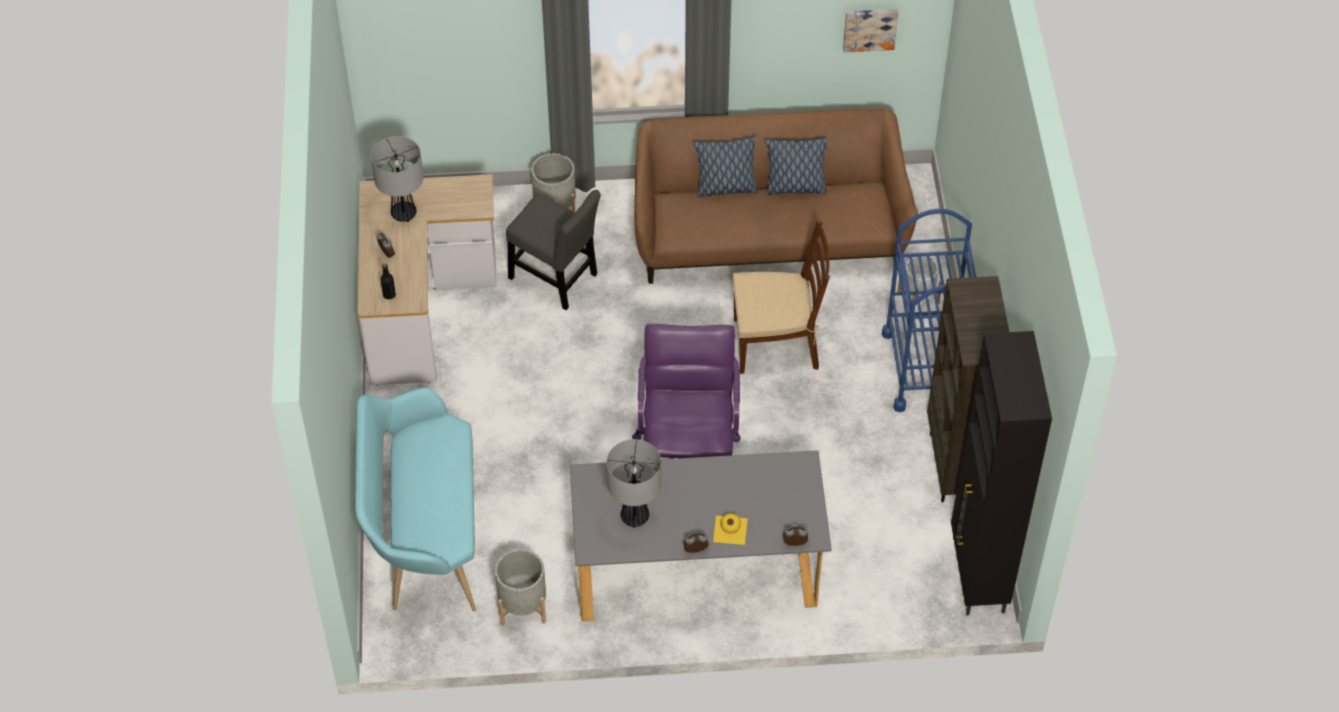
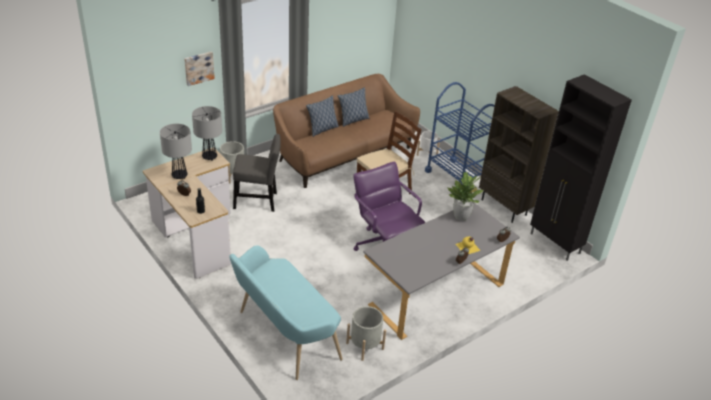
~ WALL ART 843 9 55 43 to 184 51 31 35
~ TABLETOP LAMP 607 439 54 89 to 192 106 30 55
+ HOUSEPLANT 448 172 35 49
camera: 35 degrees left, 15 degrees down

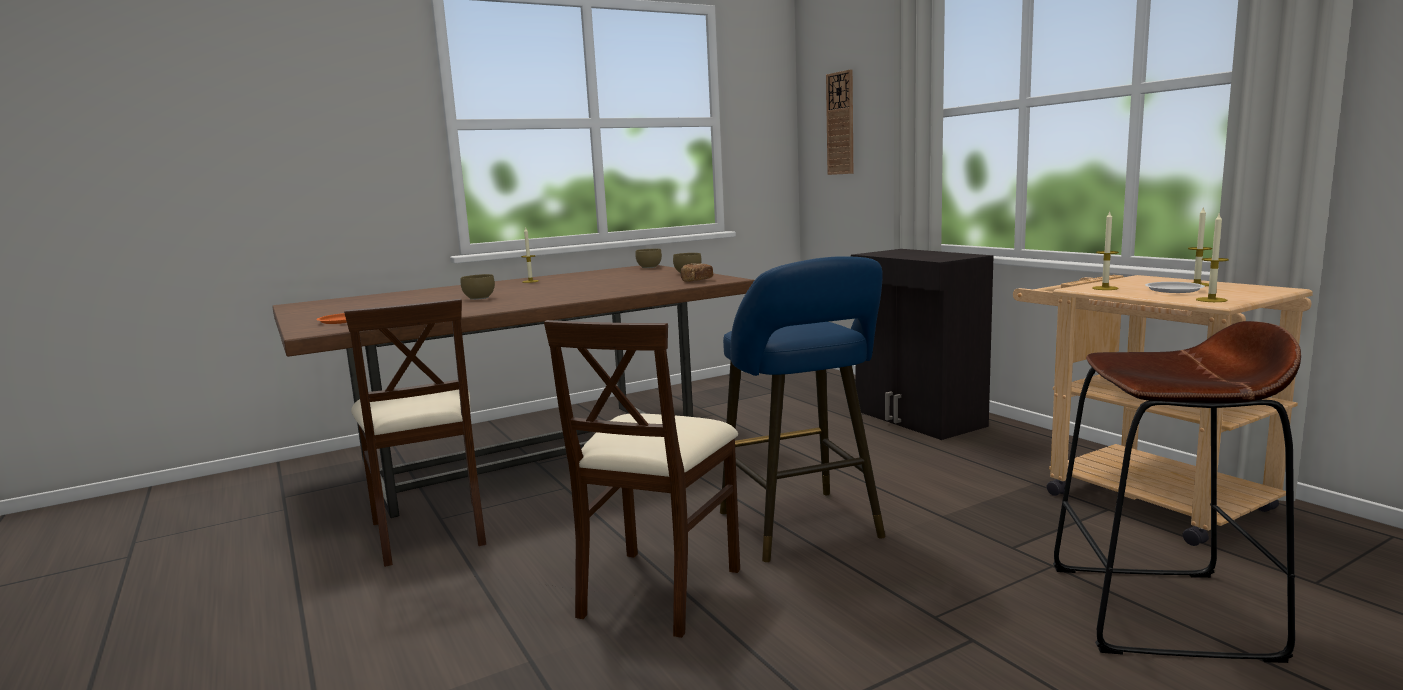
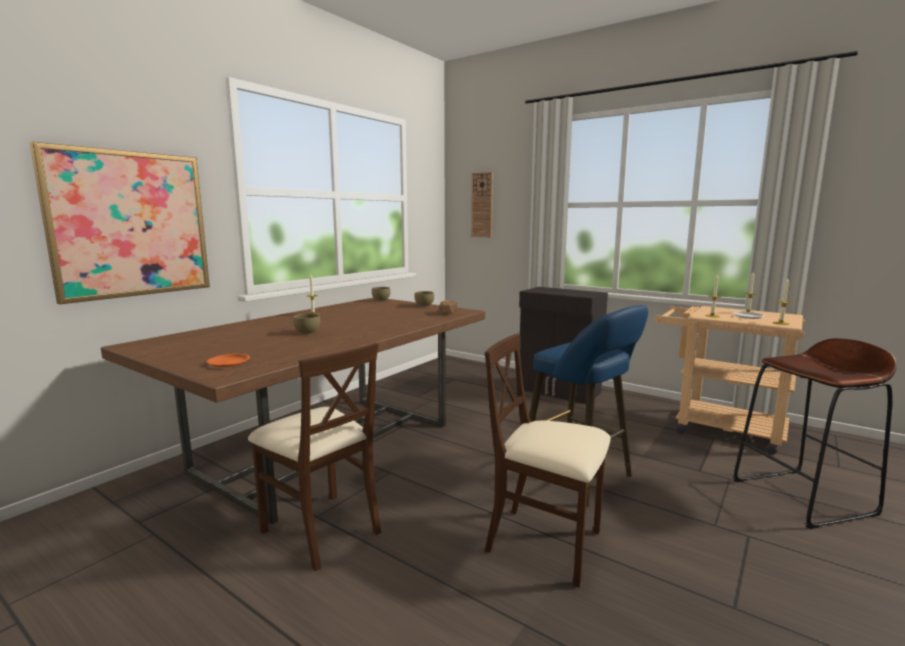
+ WALL ART 30 142 180 162
~ SAND-COLOURED UPRIGHT CHAIR 544 320 196 318 = 485 333 126 255 120 degrees clockwise
camera: 25 degrees left, 0 degrees up

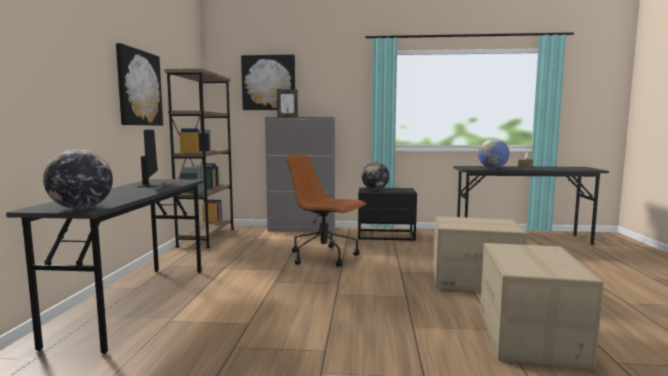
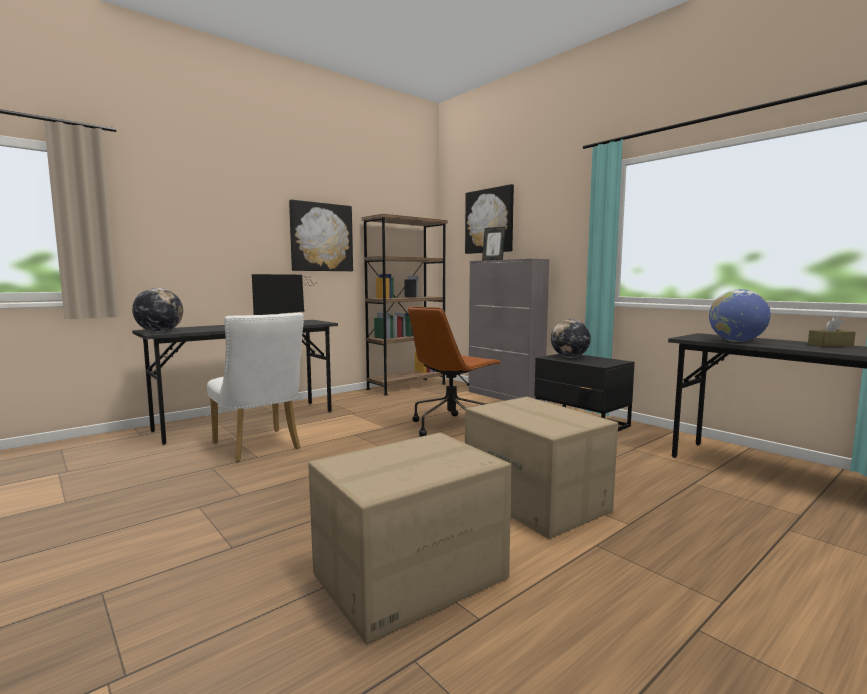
+ WHITE-COLOURED UPRIGHT CHAIR 207 313 97 149
~ BROWN DESK CHAIR 286 154 80 113 = 408 306 93 131 120 degrees counterclockwise
camera: 45 degrees right, 0 degrees up

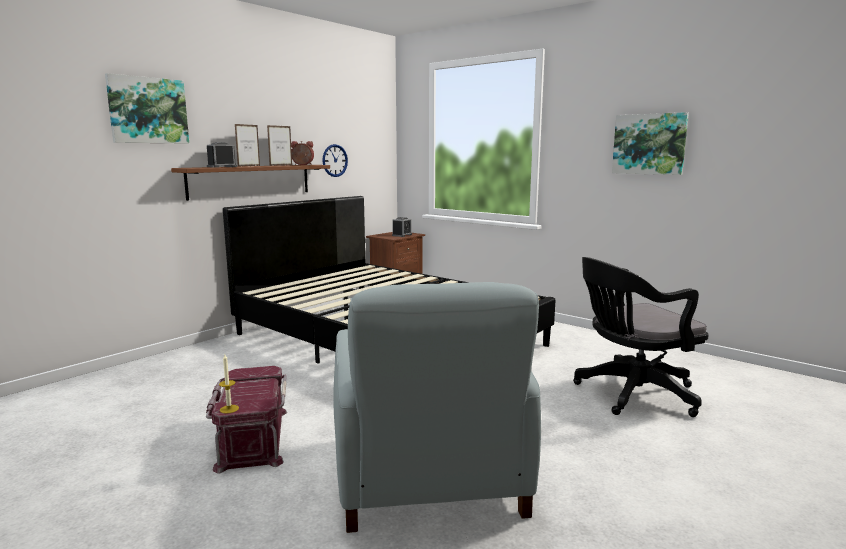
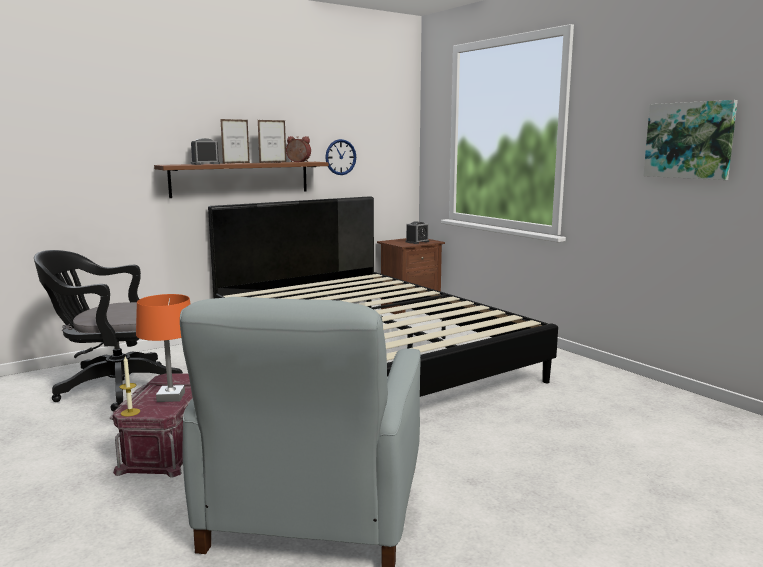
~ BLACK DESK CHAIR 573 257 136 160 to 34 250 149 162
+ ORANGE-COLOURED TABLETOP LAMP 136 294 55 108
- WALL ART 105 73 84 70
camera: 15 degrees right, 0 degrees up

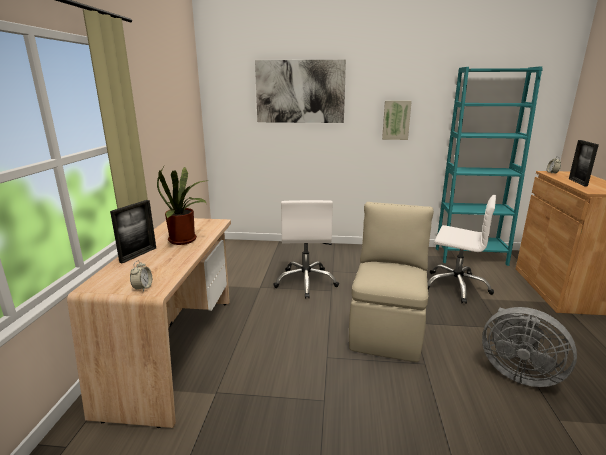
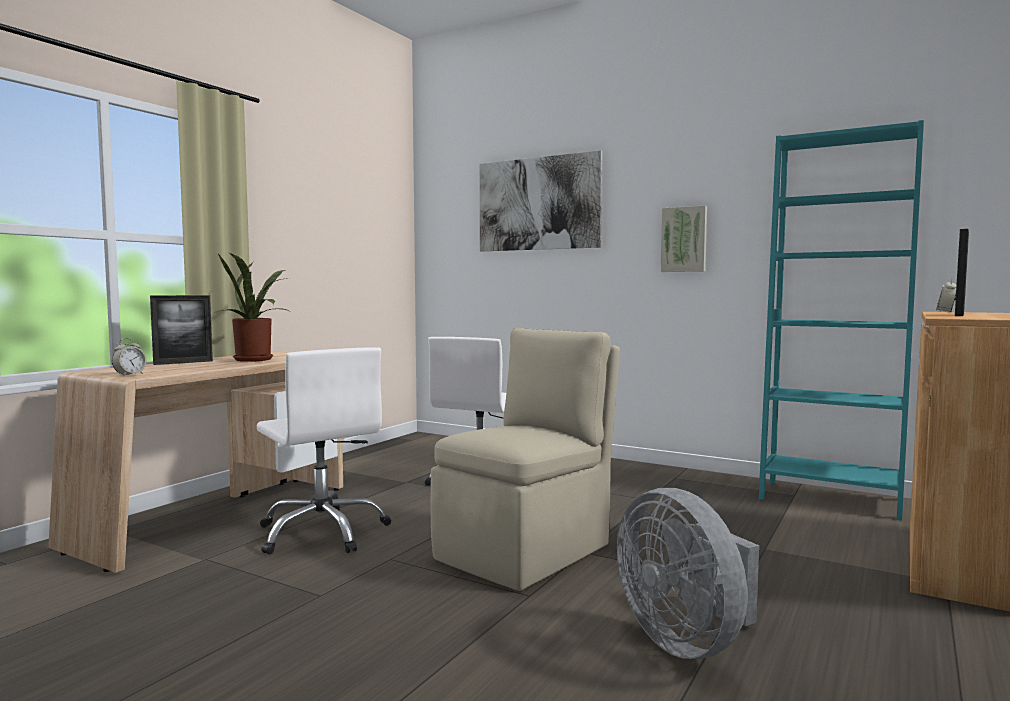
~ WHITE-COLOURED DESK CHAIR 427 195 69 109 to 257 347 134 207
camera: 25 degrees right, 15 degrees down

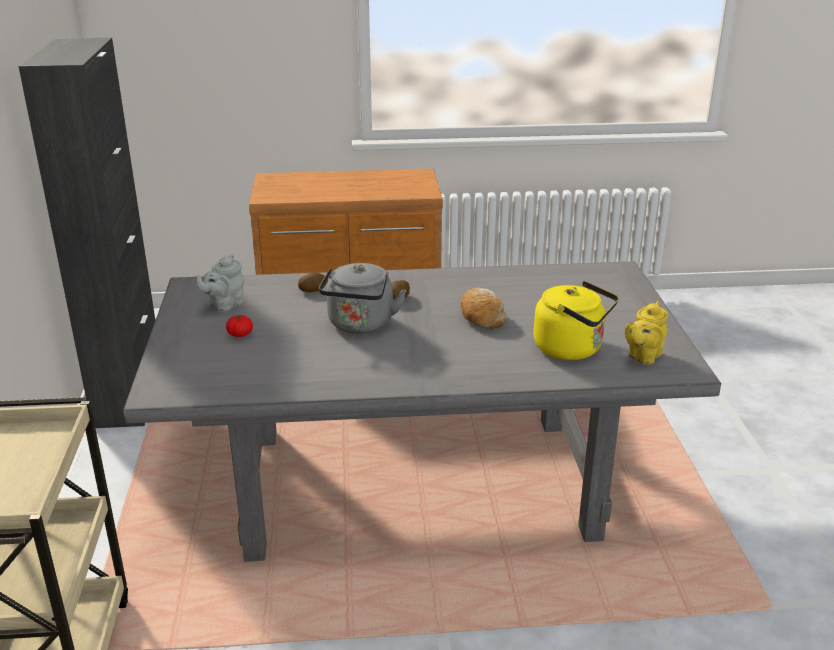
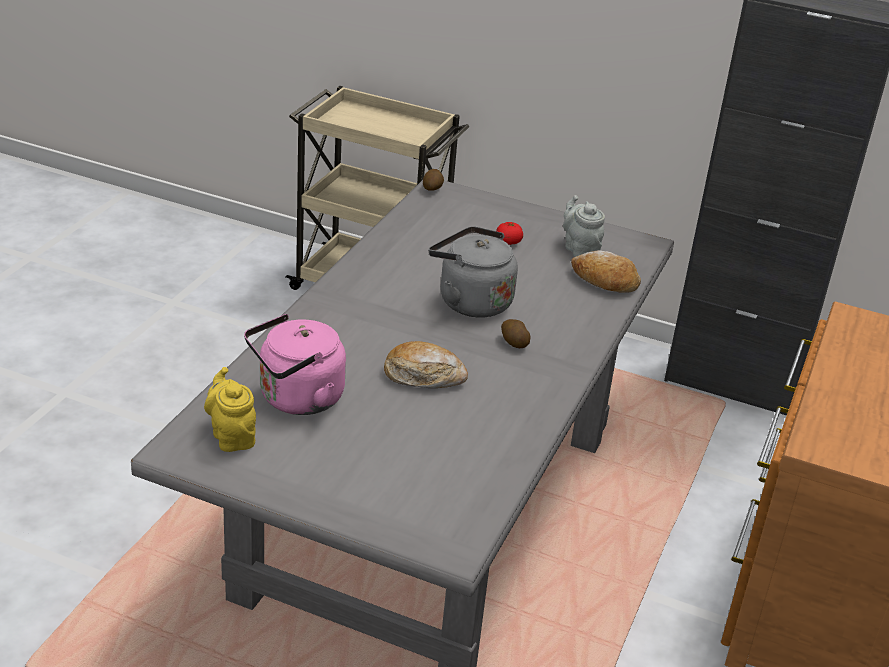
~ YELLOWISH KETTLE 534 281 85 79 to PINKISH KETTLE 244 314 102 101
~ POTATO 298 272 30 20 to 423 169 21 22
+ BREAD 571 250 70 42
camera: 115 degrees right, 5 degrees up

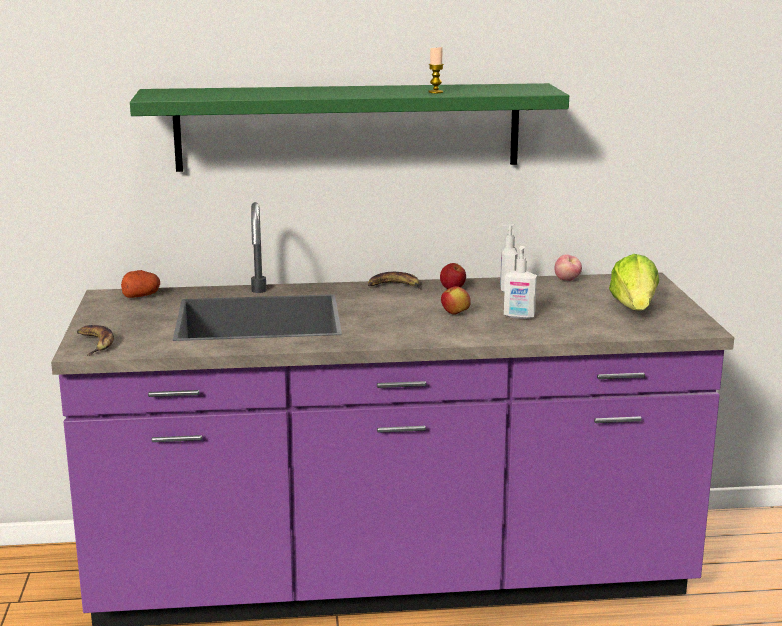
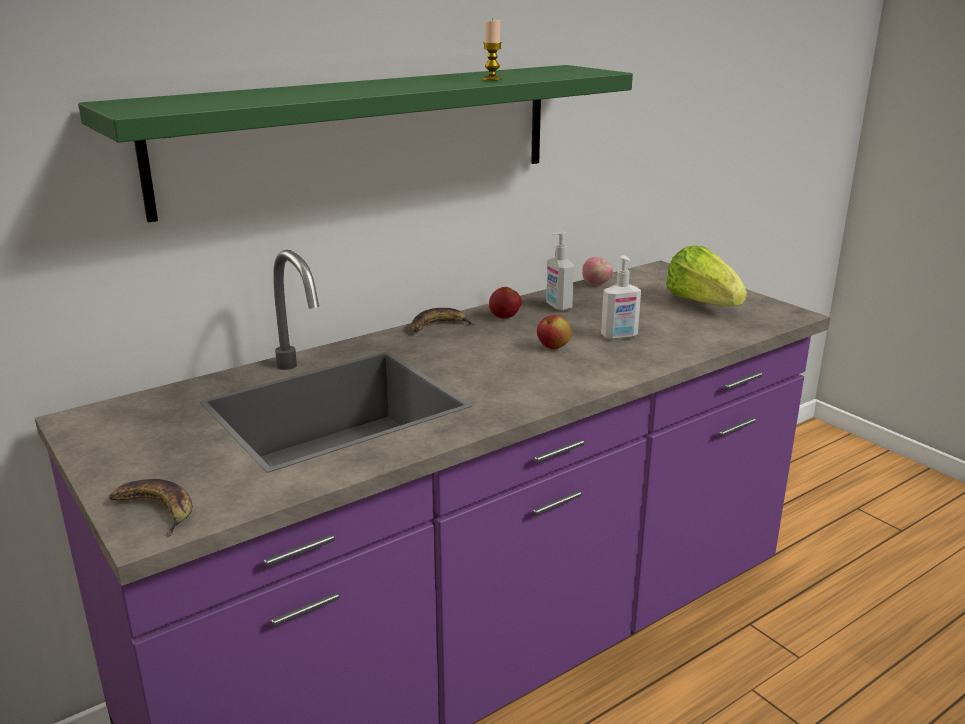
- POTATO 121 270 39 28
camera: 30 degrees left, 5 degrees up

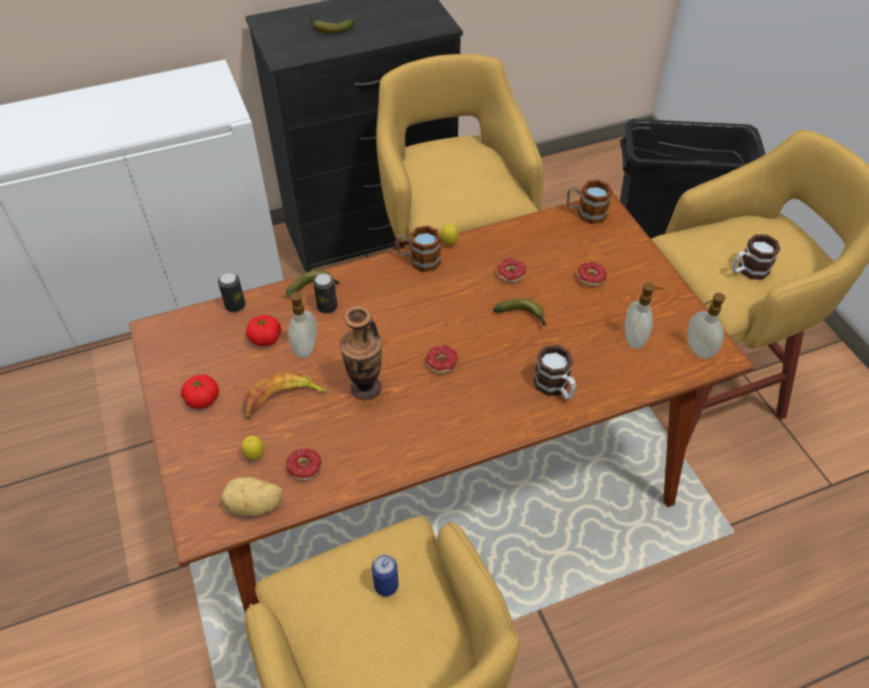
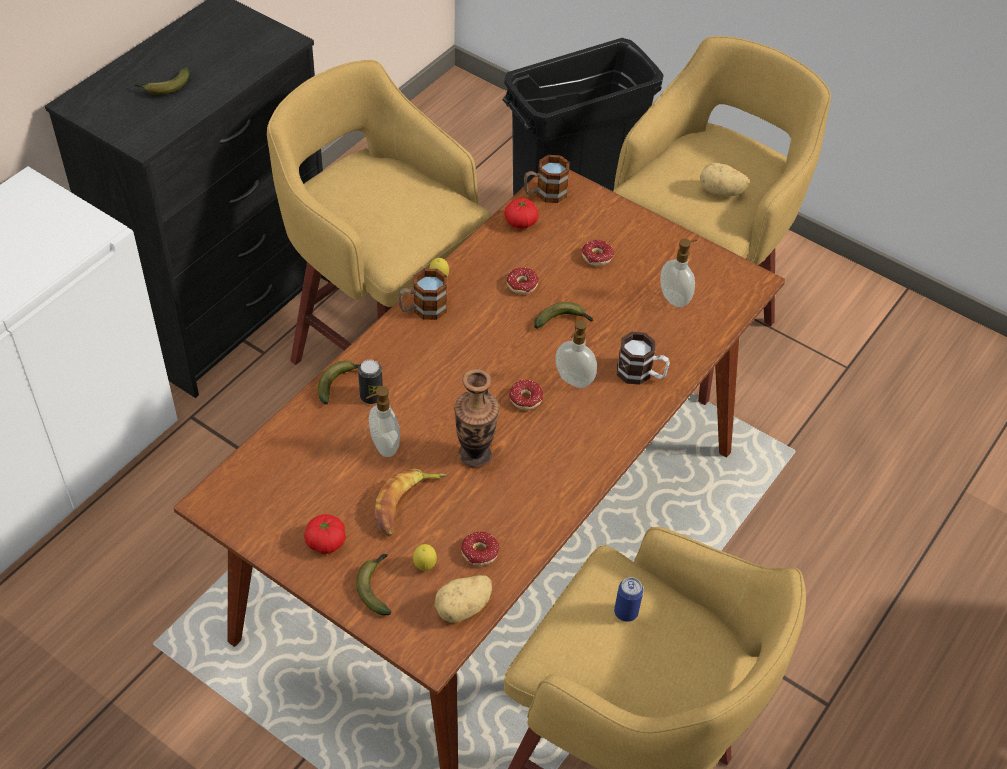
+ BANANA 356 554 35 61
~ WHOLE TOMATO 246 315 35 31 to 505 198 34 31
~ LIQUID SOAP BOTTLE 687 293 39 66 to 555 320 42 68
~ COFFEE MUG 732 234 48 46 to POTATO 700 163 49 33
- SEALED CAN 218 272 27 40
camera: 35 degrees left, 0 degrees up

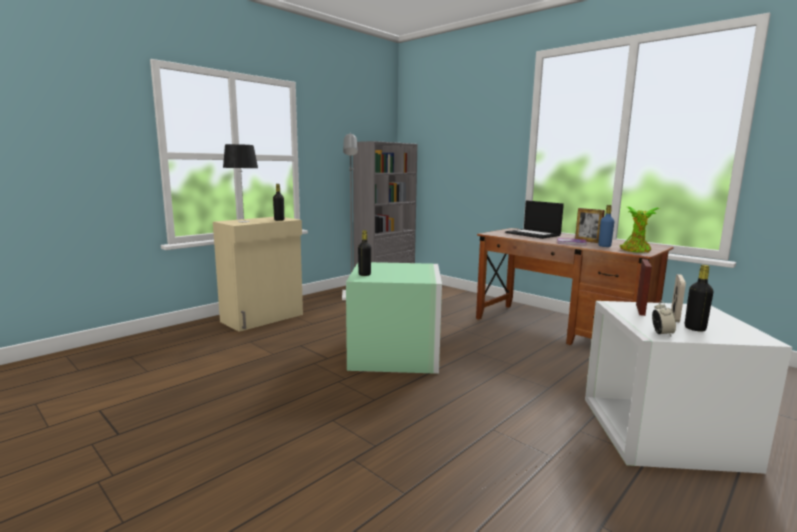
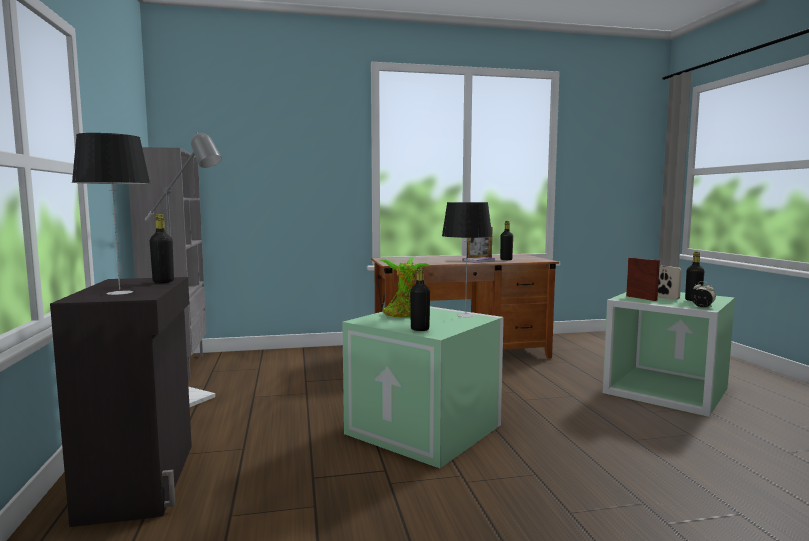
~ SAND-COLOURED CABINET 213 217 90 115 to BLACK CABINET 50 277 142 250
~ HOUSEPLANT 620 207 40 46 to 381 257 49 60
+ TABLETOP LAMP 442 202 50 115
~ BLUE DRINK BOTTLE 598 205 16 42 to BLACK DRINK BOTTLE 500 221 13 39
~ WHITE-COLOURED STORAGE BOX 585 301 207 173 to GREENISH STORAGE BOX 603 292 132 125
- PORTABLE COMPUTER 505 201 59 38
camera: 55 degrees left, 5 degrees down

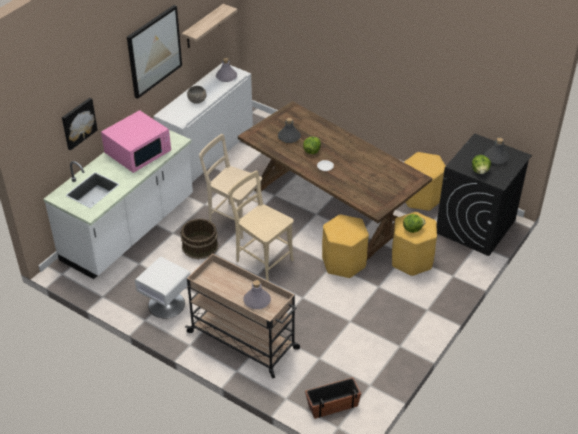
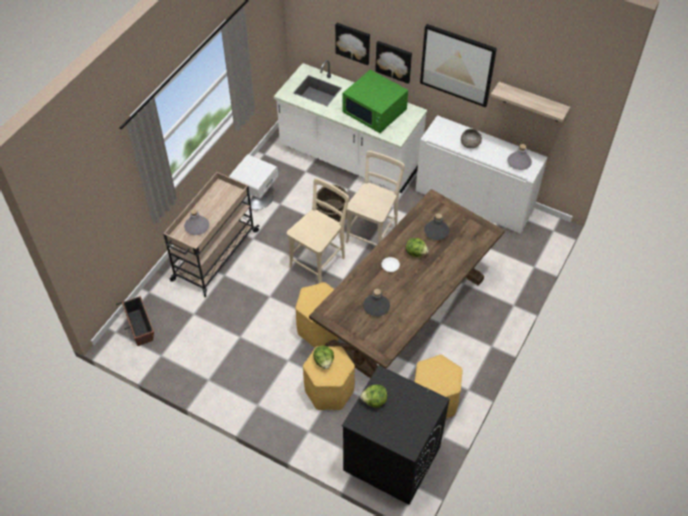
~ PINKISH KITCHEN MICROWAVE 101 110 70 63 to GREENISH KITCHEN MICROWAVE 342 70 66 63
~ GRAY DRINK BOTTLE 484 138 25 26 to 363 289 27 27
+ WALL ART 375 41 37 43
camera: 85 degrees right, 10 degrees up

